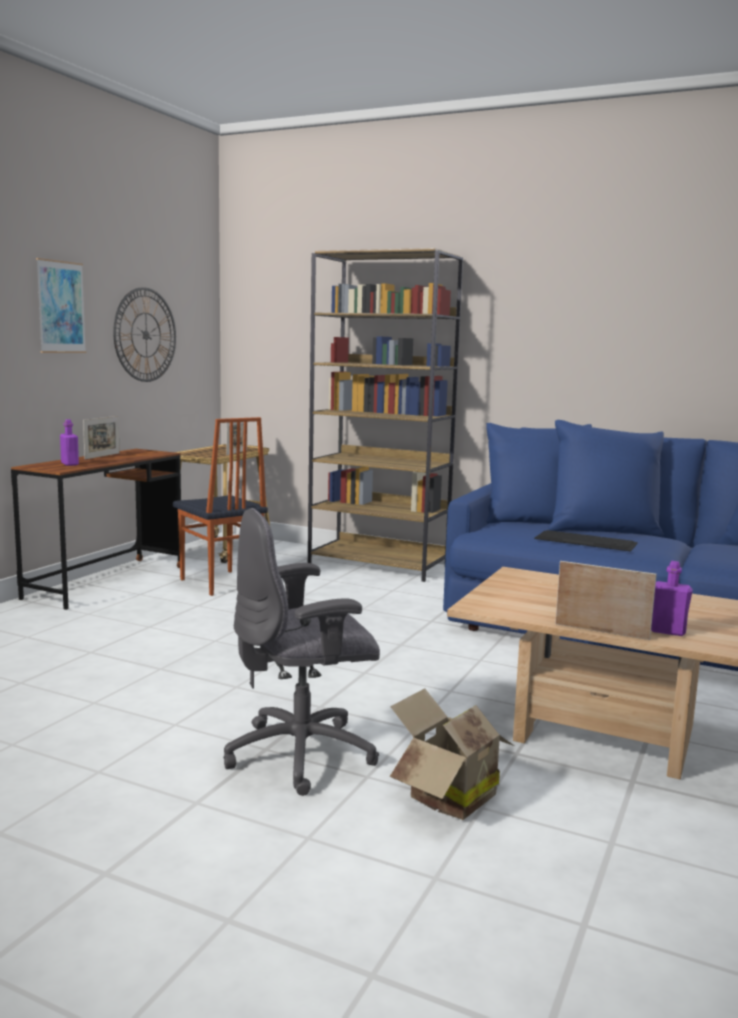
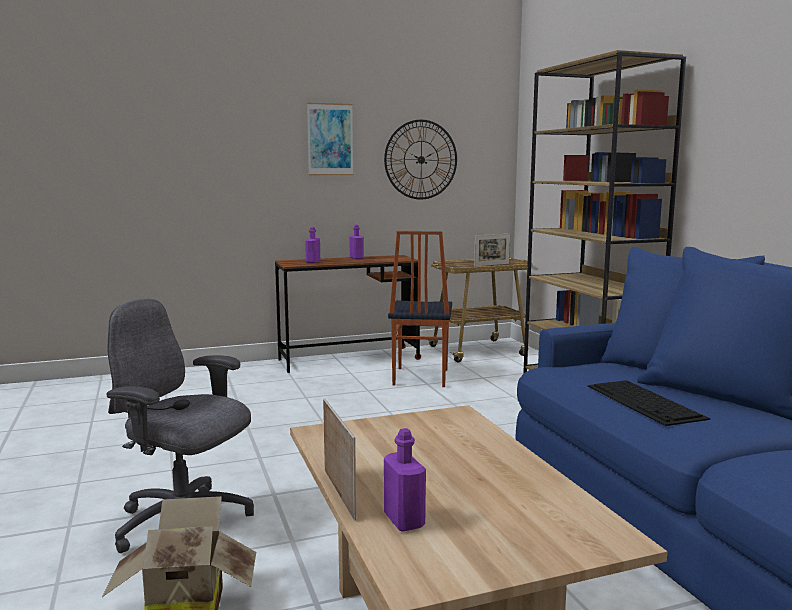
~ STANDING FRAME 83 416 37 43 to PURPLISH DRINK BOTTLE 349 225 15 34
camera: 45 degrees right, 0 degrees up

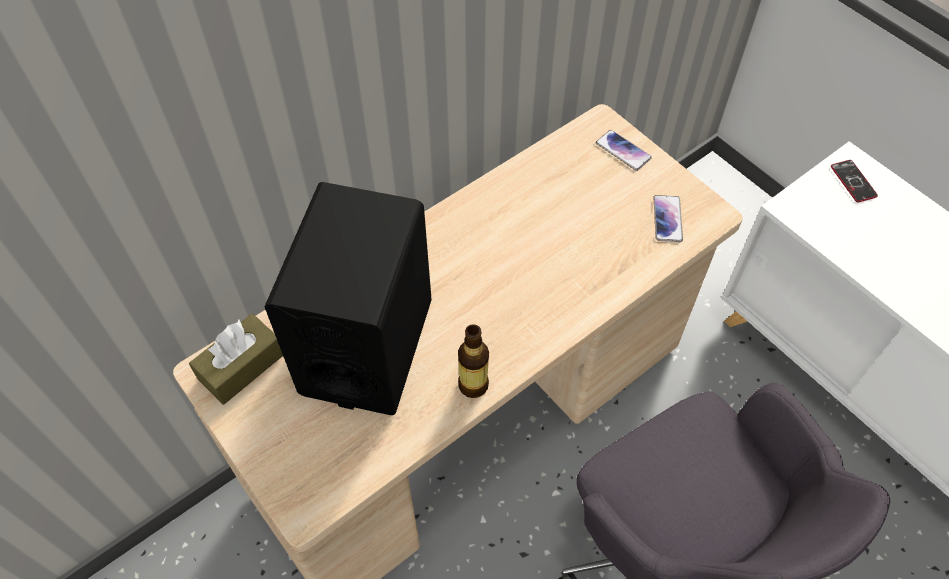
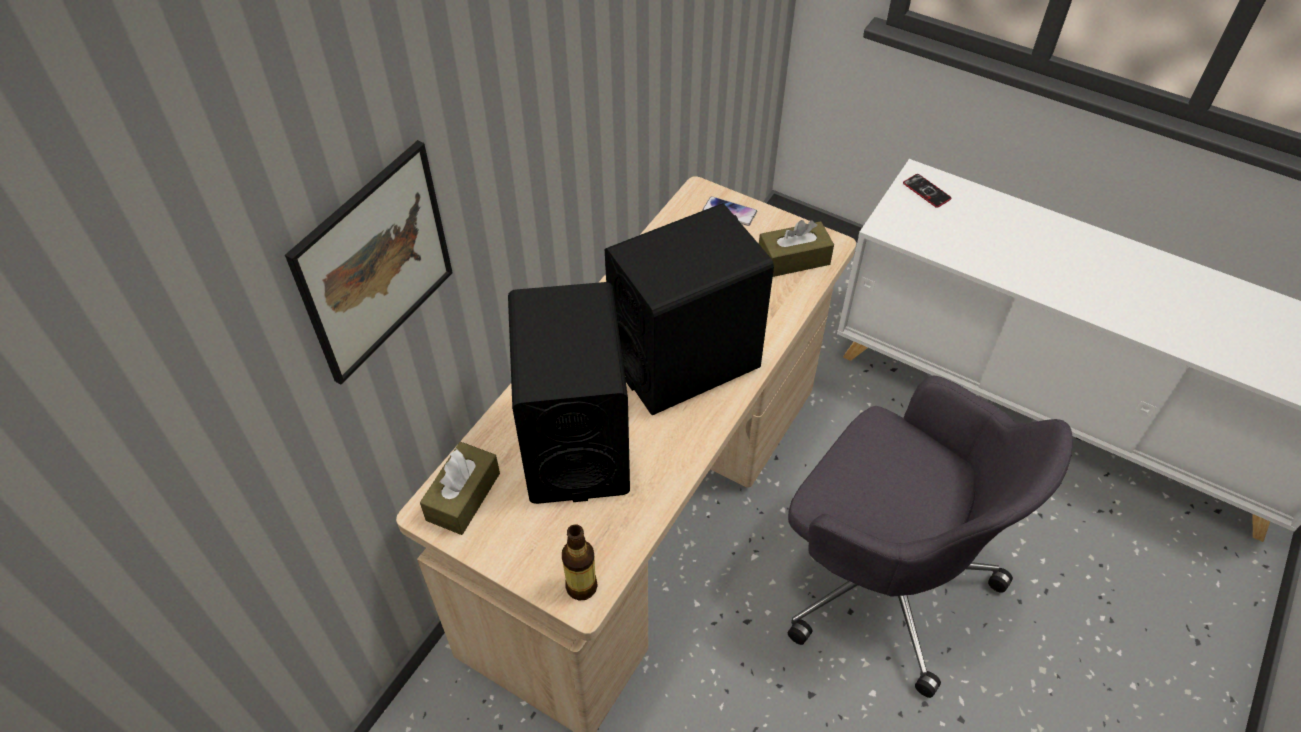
+ WALL ART 285 140 168 245
~ DRINK BOTTLE 458 324 31 74 to 562 524 36 77
+ BLACK SPEAKER 605 203 169 212
~ PHONE 654 195 29 47 to BROWN BOX OF TISSUES 759 220 75 57
camera: 20 degrees left, 5 degrees down

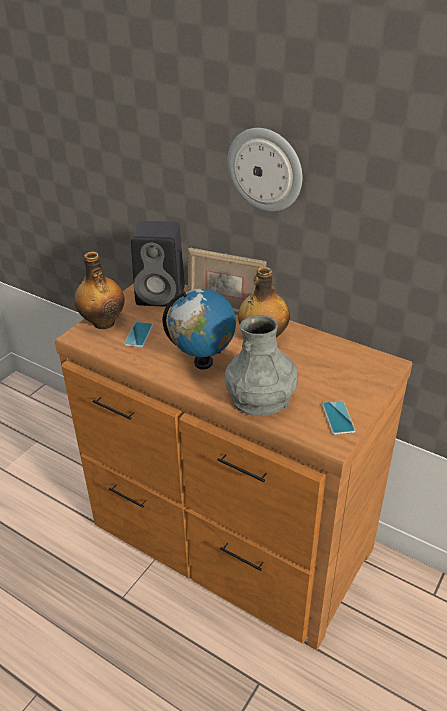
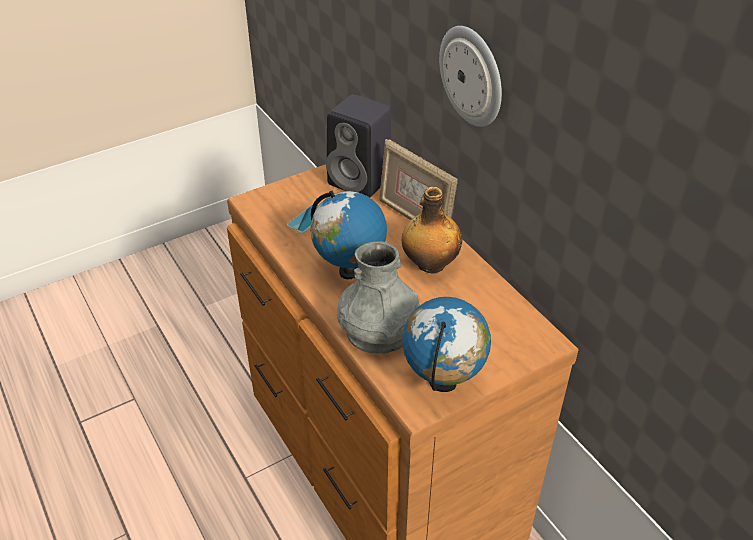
~ PHONE 322 401 33 34 to GLOBE 402 297 89 95
- DRINK BOTTLE 74 252 50 77
camera: 25 degrees right, 5 degrees up

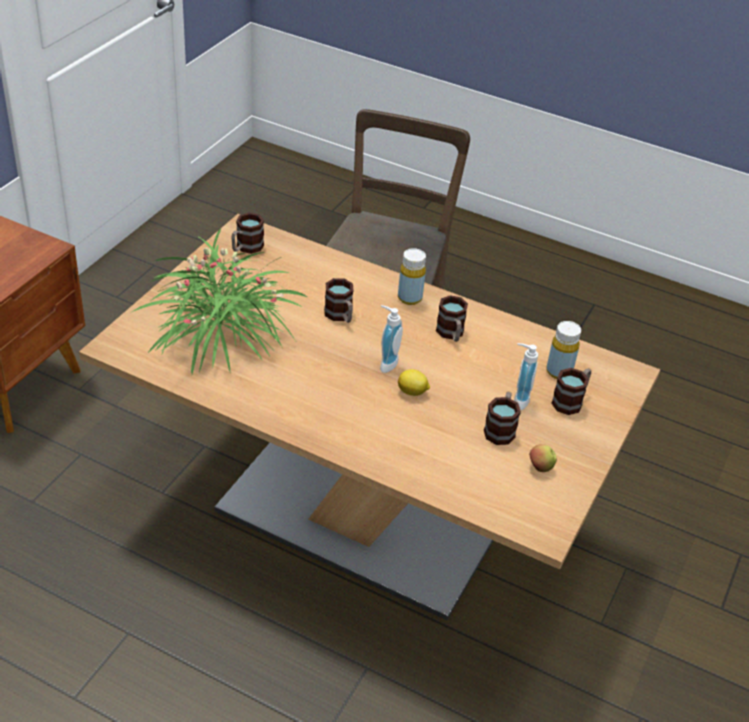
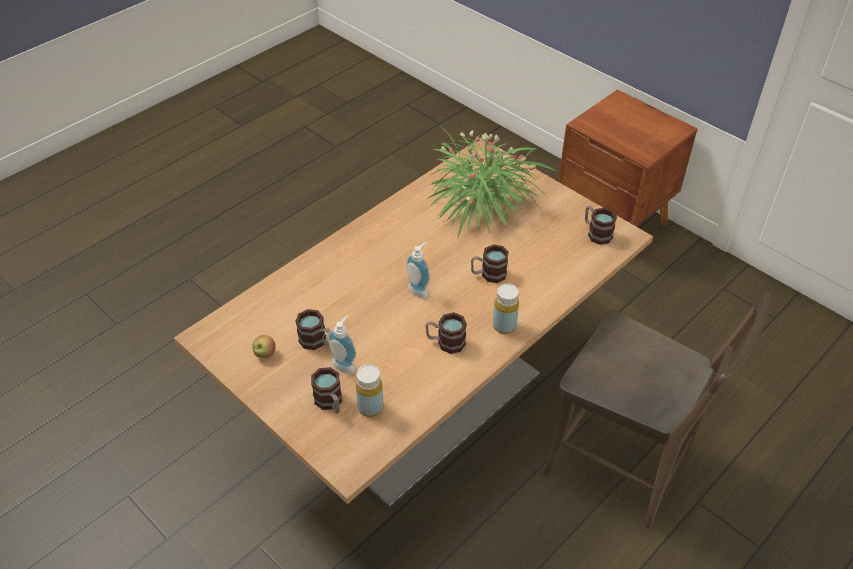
- LEMON 398 369 32 27
camera: 110 degrees right, 5 degrees up

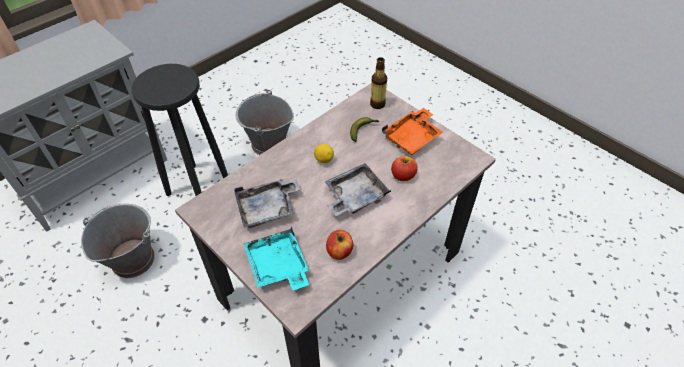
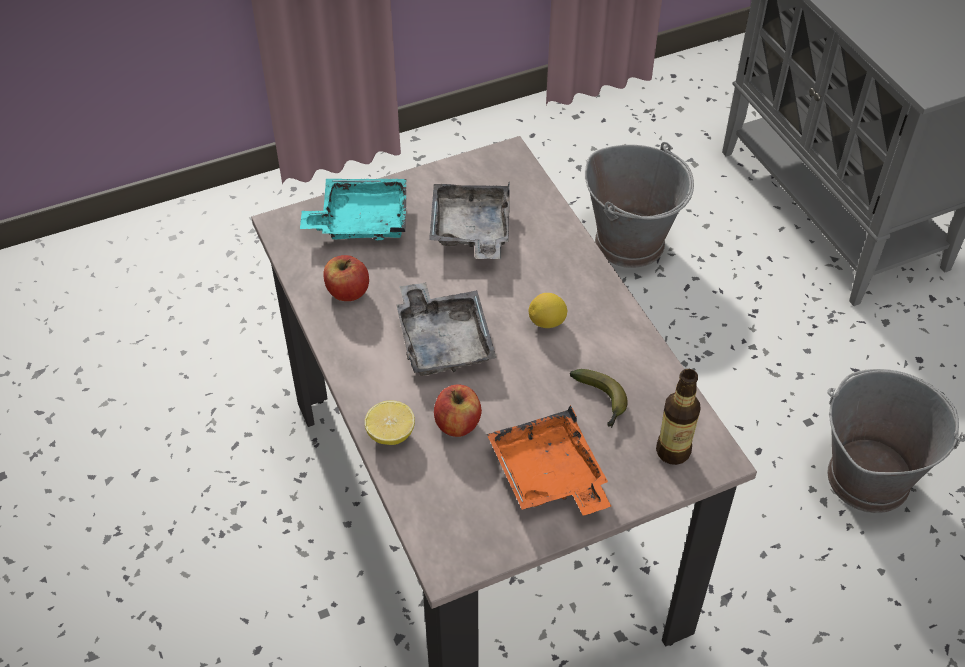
+ LEMON 365 401 50 44
- BLACK SITTING STOOL 131 64 97 132
camera: 110 degrees right, 0 degrees up

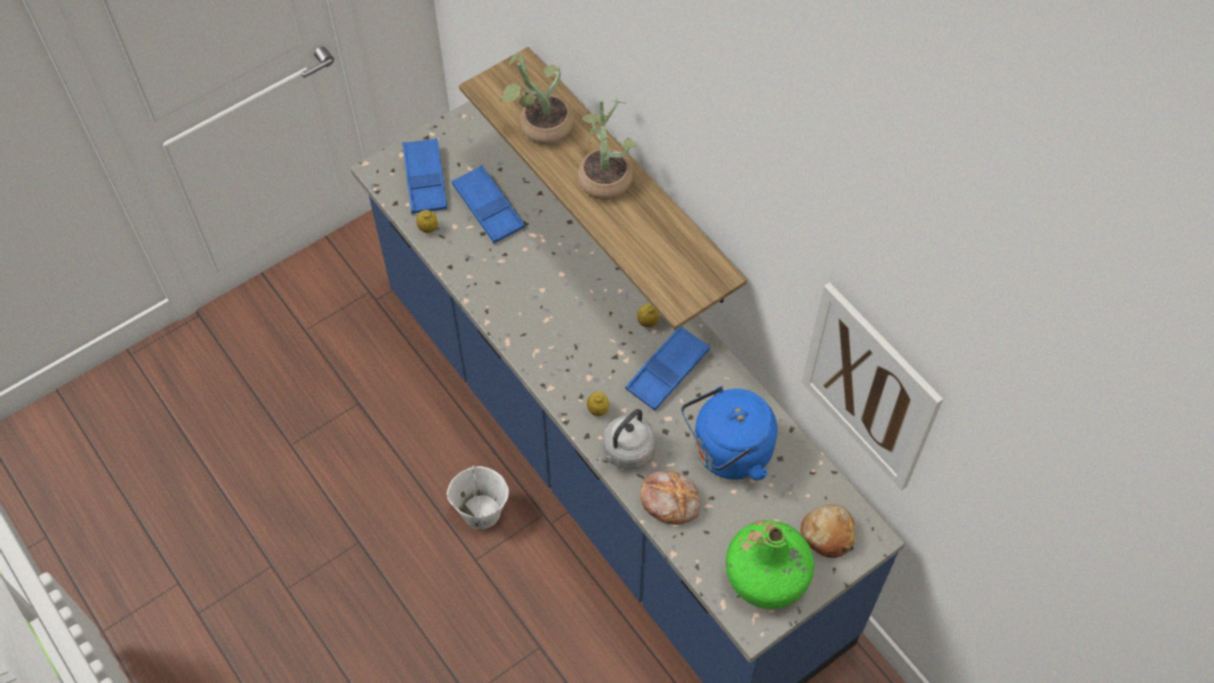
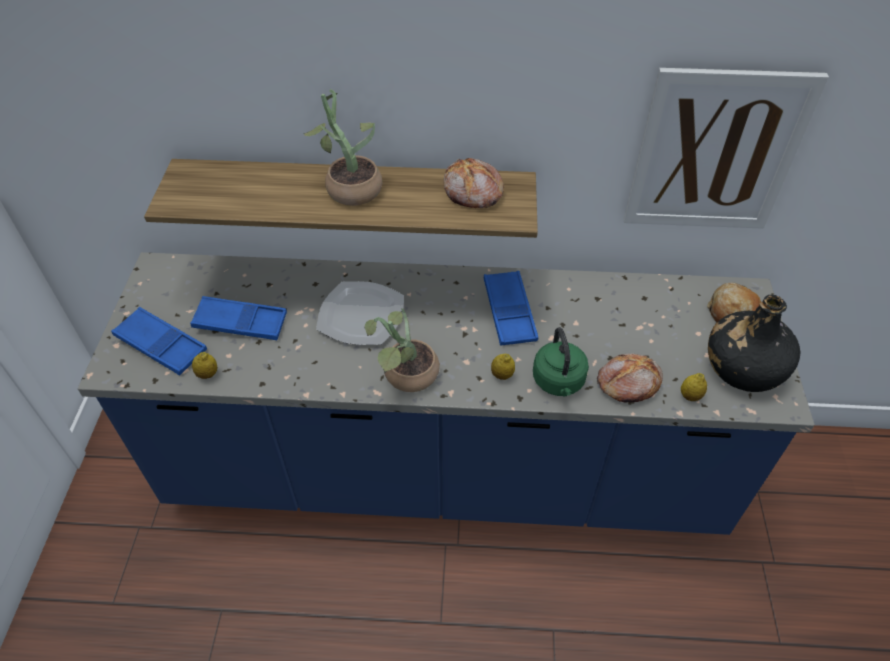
+ DINNER PLATE 316 281 88 64
~ HOUSEPLANT 500 54 74 91 to 364 309 76 83
+ BREAD 443 158 61 50
~ GRAY KETTLE 597 409 59 61 to GREENISH KETTLE 533 327 56 70
~ LEMON 637 304 22 24 to 681 373 26 28
~ GREENISH DRINK BOTTLE 726 520 88 89 to BLACK DRINK BOTTLE 708 295 92 97
- WHITE-COLOURED BUCKET 447 465 62 64
- BLUE KETTLE 681 386 96 94
camera: 50 degrees left, 10 degrees down

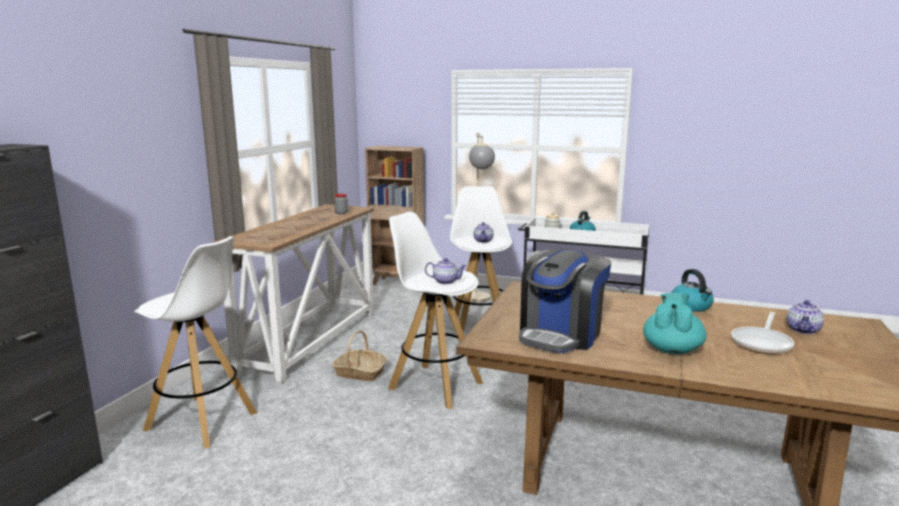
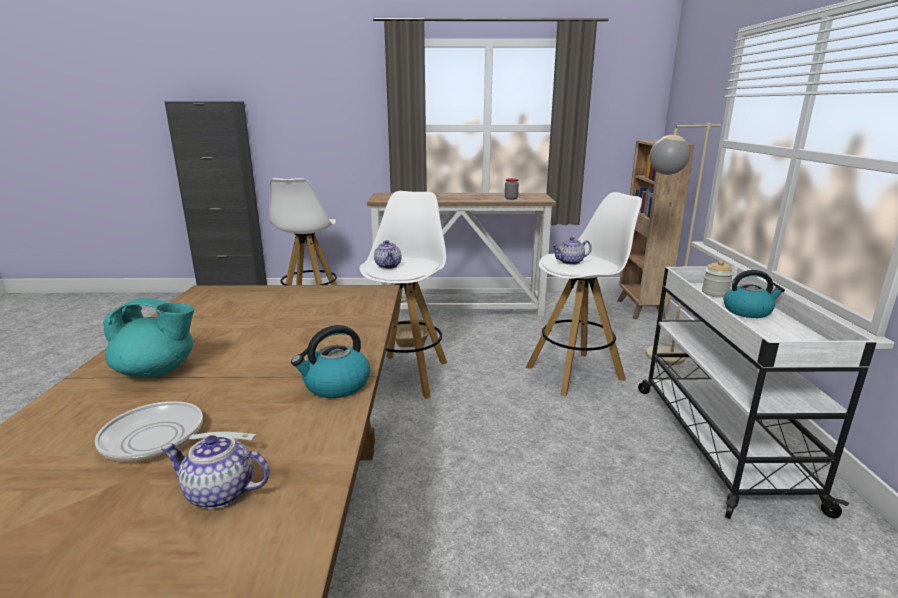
- COFFEE MAKER 519 249 92 104
camera: 70 degrees right, 5 degrees up

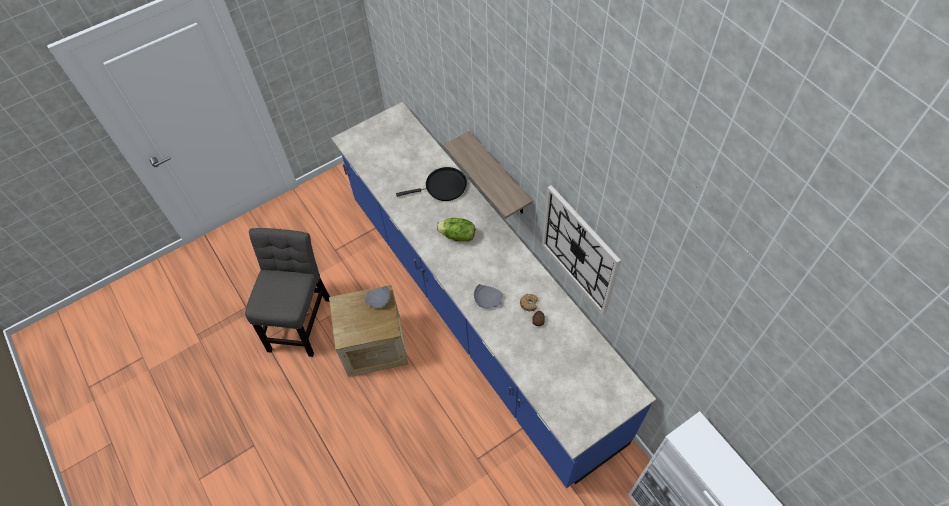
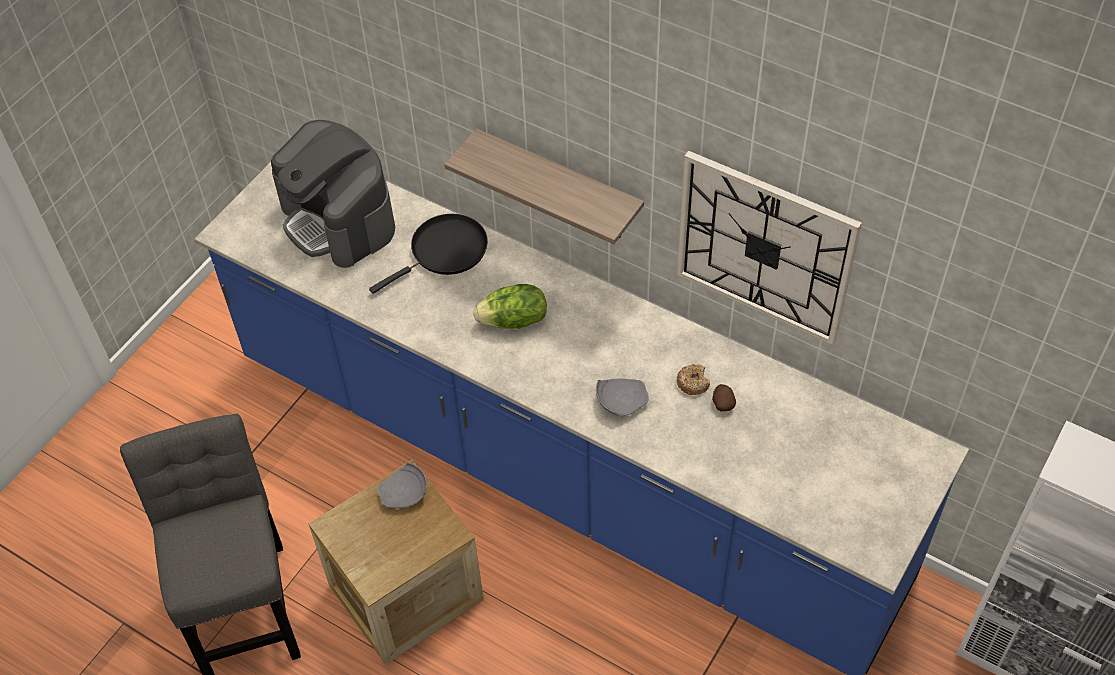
+ COFFEE MAKER 271 120 124 148
camera: 25 degrees left, 5 degrees down

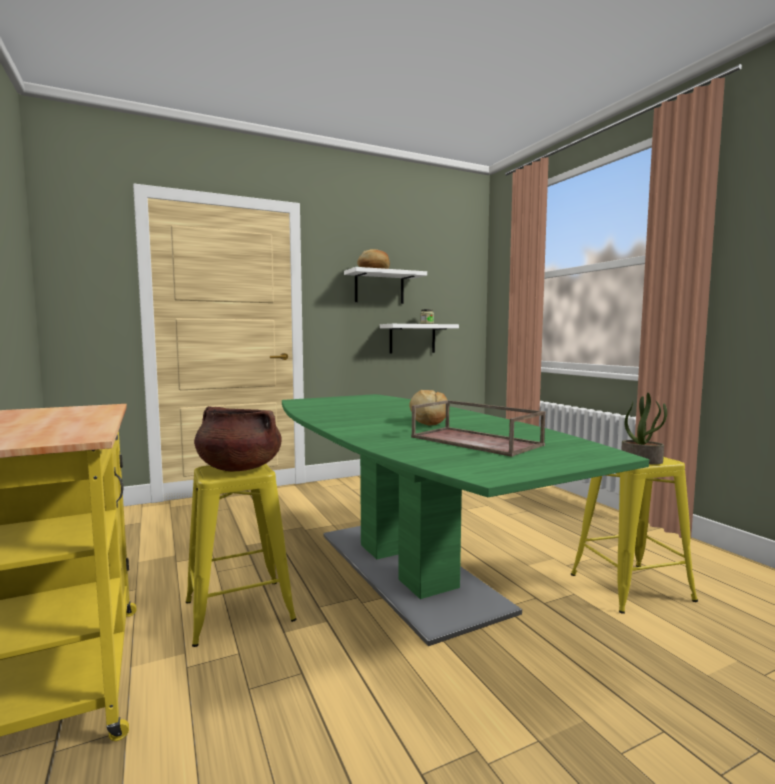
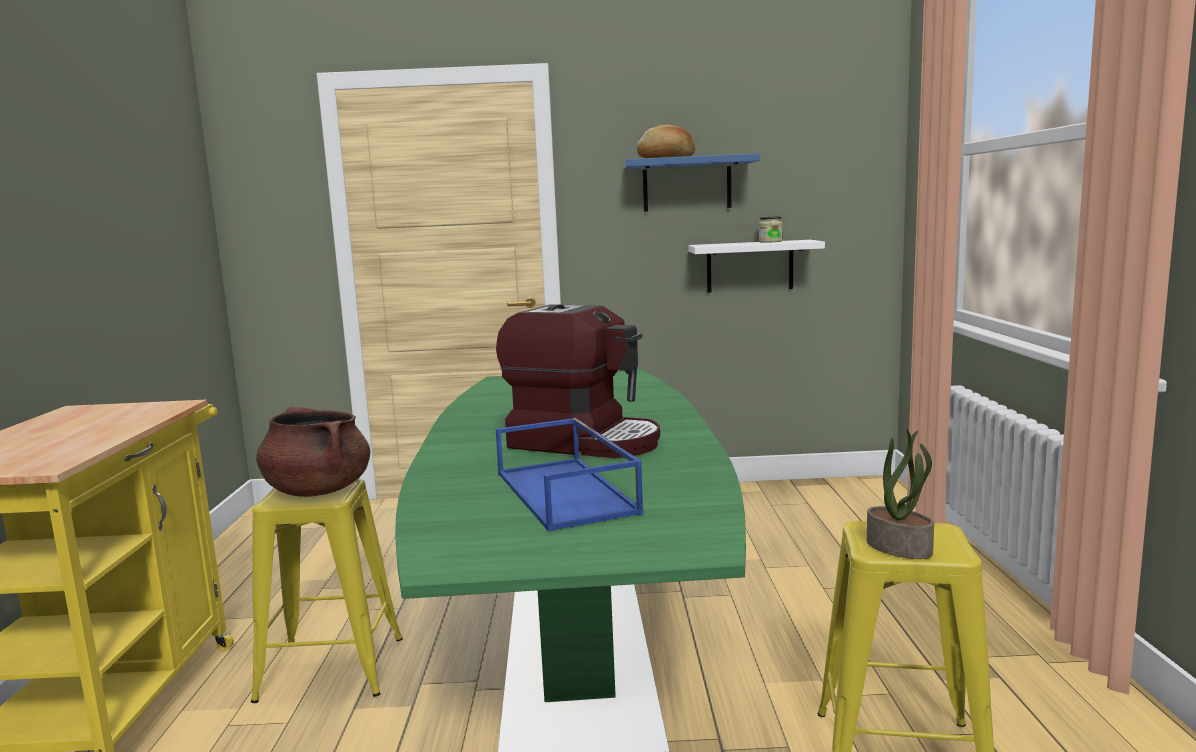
~ BREAD 410 390 37 36 to COFFEE MAKER 496 304 164 154
~ BROWN SERVING TRAY 411 400 135 57 to BLUE SERVING TRAY 496 418 148 114
~ WHITE-COLOURED SHELF 344 267 83 37 to BLUE SHELF 624 153 135 59
camera: 25 degrees right, 5 degrees up

